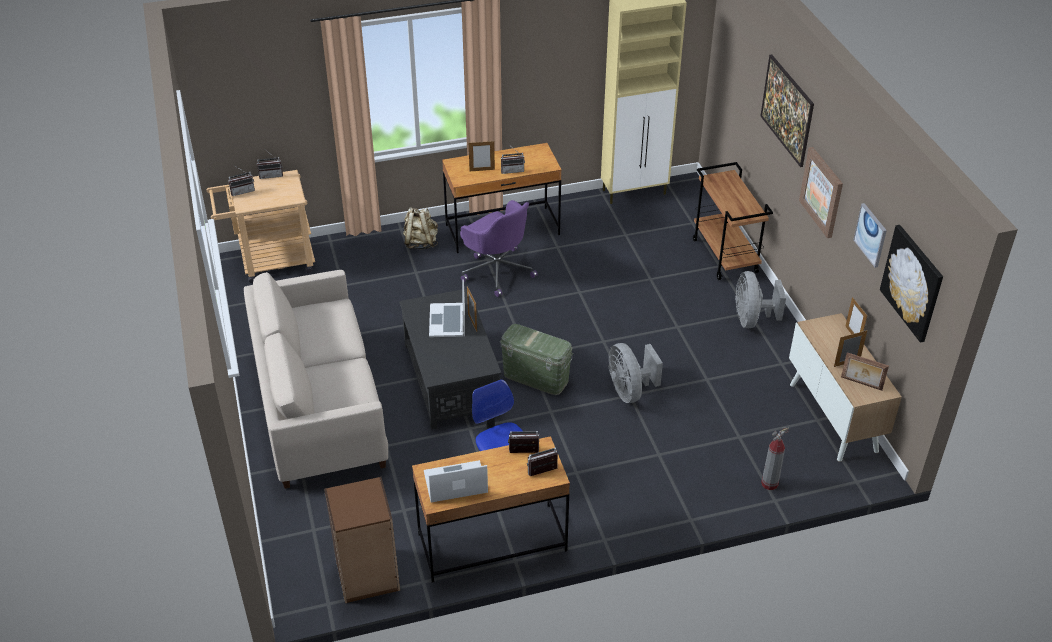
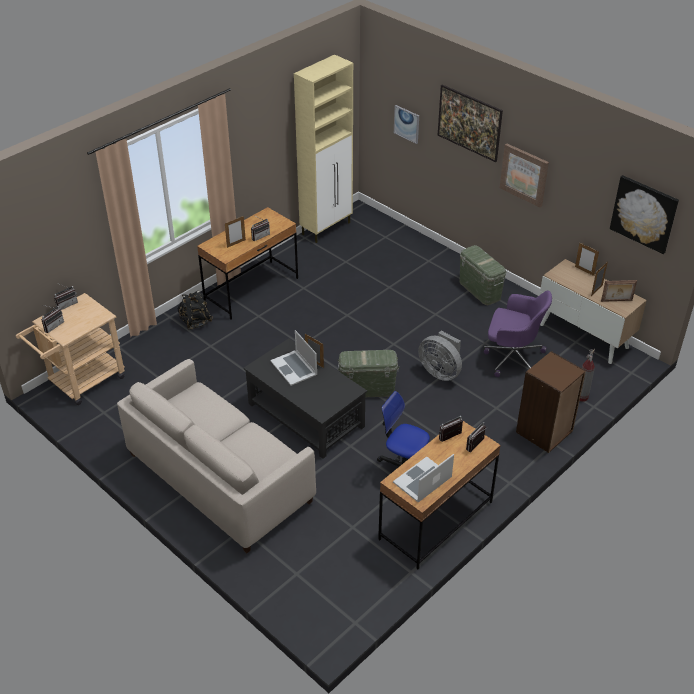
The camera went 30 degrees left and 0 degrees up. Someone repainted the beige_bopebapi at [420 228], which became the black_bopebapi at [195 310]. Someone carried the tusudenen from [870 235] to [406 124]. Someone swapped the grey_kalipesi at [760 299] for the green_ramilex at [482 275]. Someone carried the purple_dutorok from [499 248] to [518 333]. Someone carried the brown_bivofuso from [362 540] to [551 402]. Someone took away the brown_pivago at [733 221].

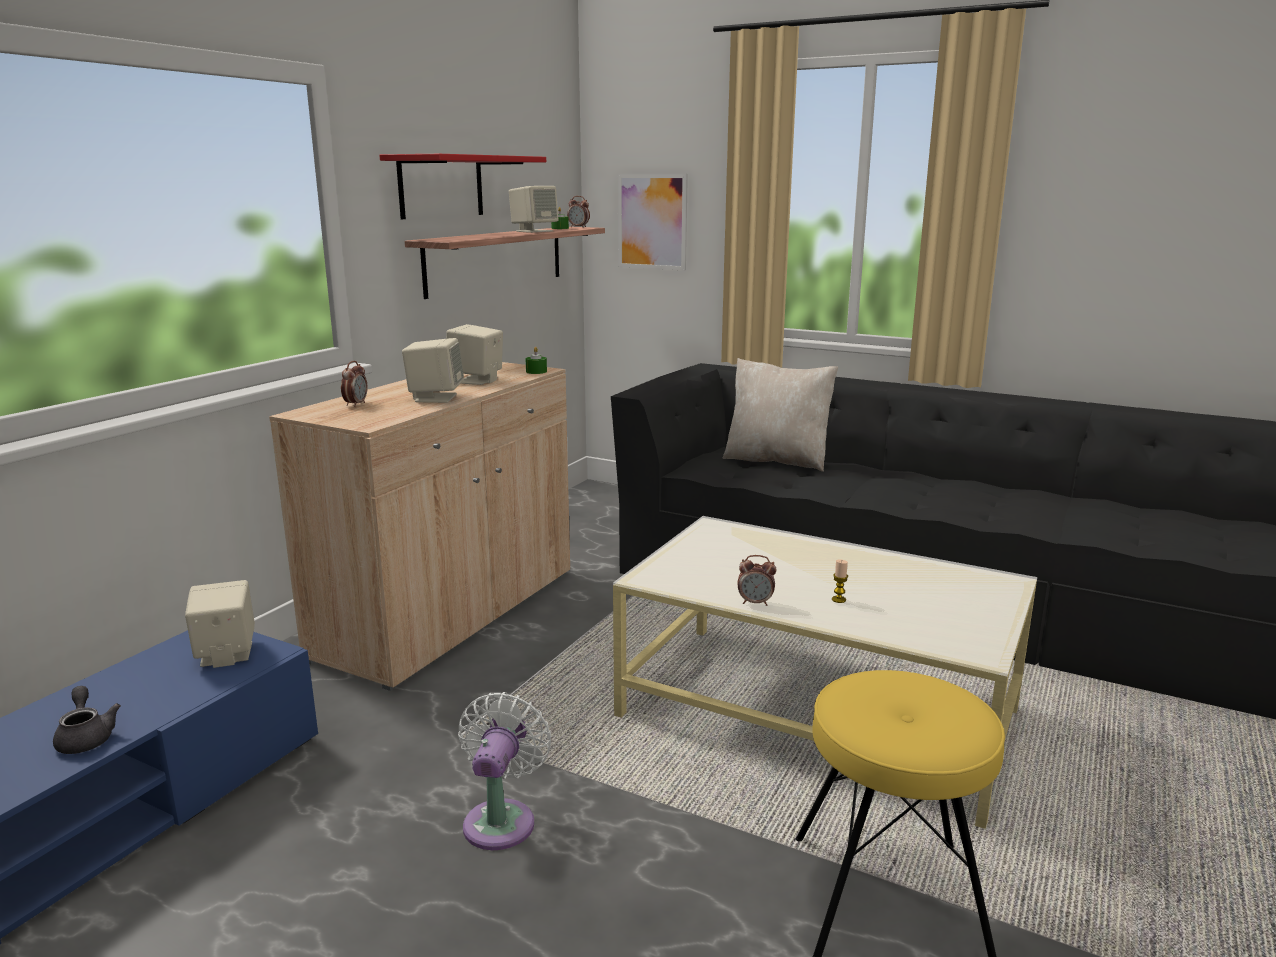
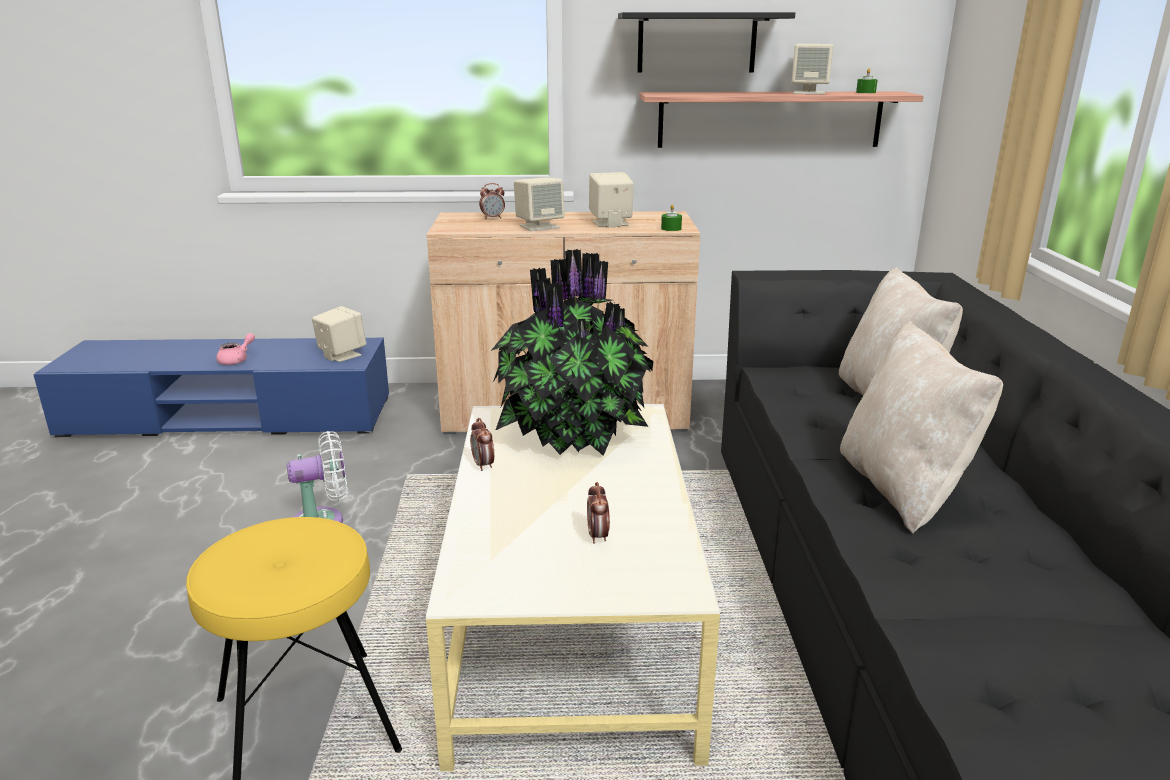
The camera went 60 degrees right and 5 degrees up. Someone repainted the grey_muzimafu at [87 720], which became the pink_muzimafu at [235 349]. Someone put down the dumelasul at [572 352]. Someone carried the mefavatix from [578 212] to [598 513]. Someone repainted the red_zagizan at [462 186], which became the black_zagizan at [706 42]. Someone put down the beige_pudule at [921 427]. Someone took away the tusudenen at [653 222]. Someone took away the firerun at [840 581].

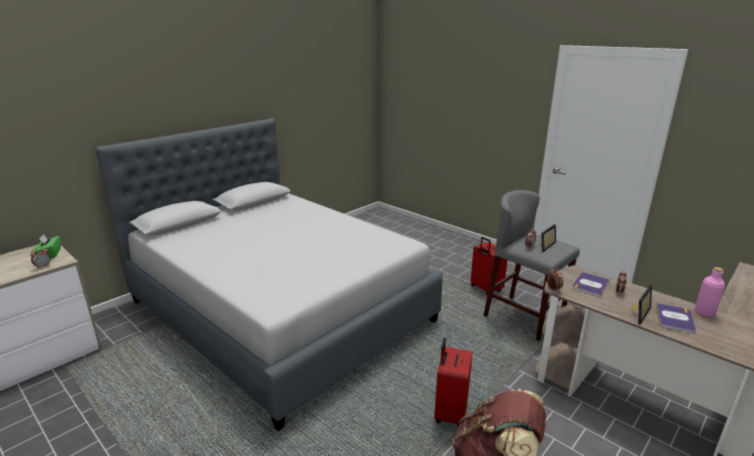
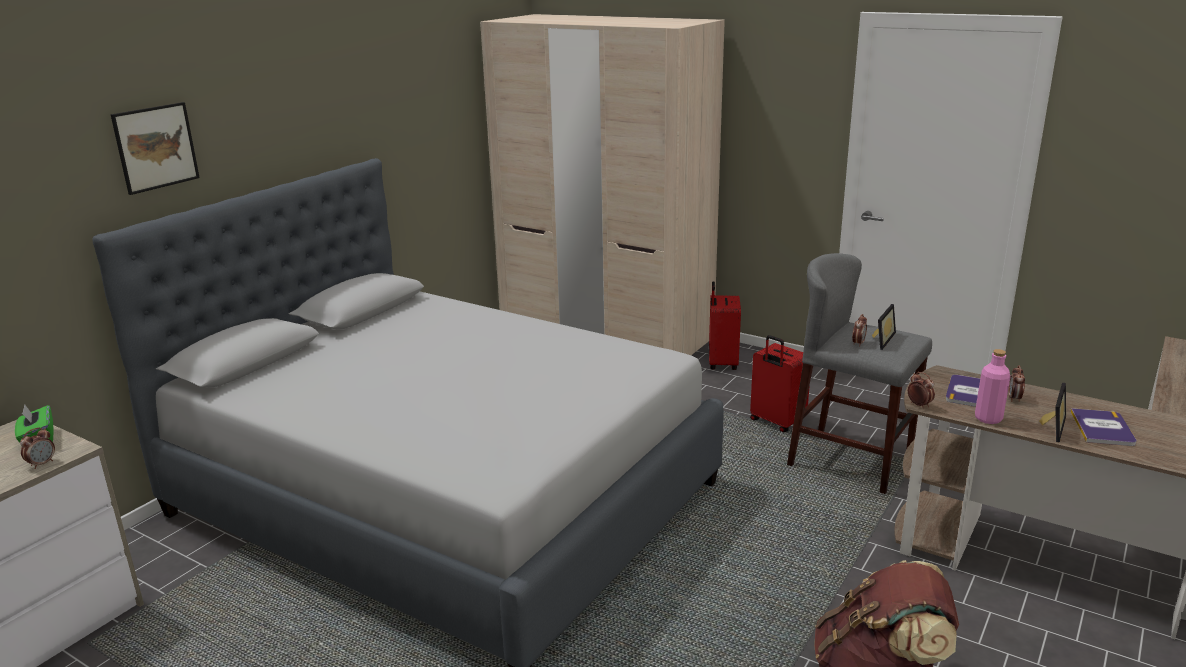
The camera went 10 degrees left and 0 degrees up. Someone put up the tusudenen at [155 148]. Someone put down the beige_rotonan at [602 184]. Someone carried the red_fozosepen from [453 382] to [725 325]. Someone carried the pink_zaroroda from [710 292] to [992 386].

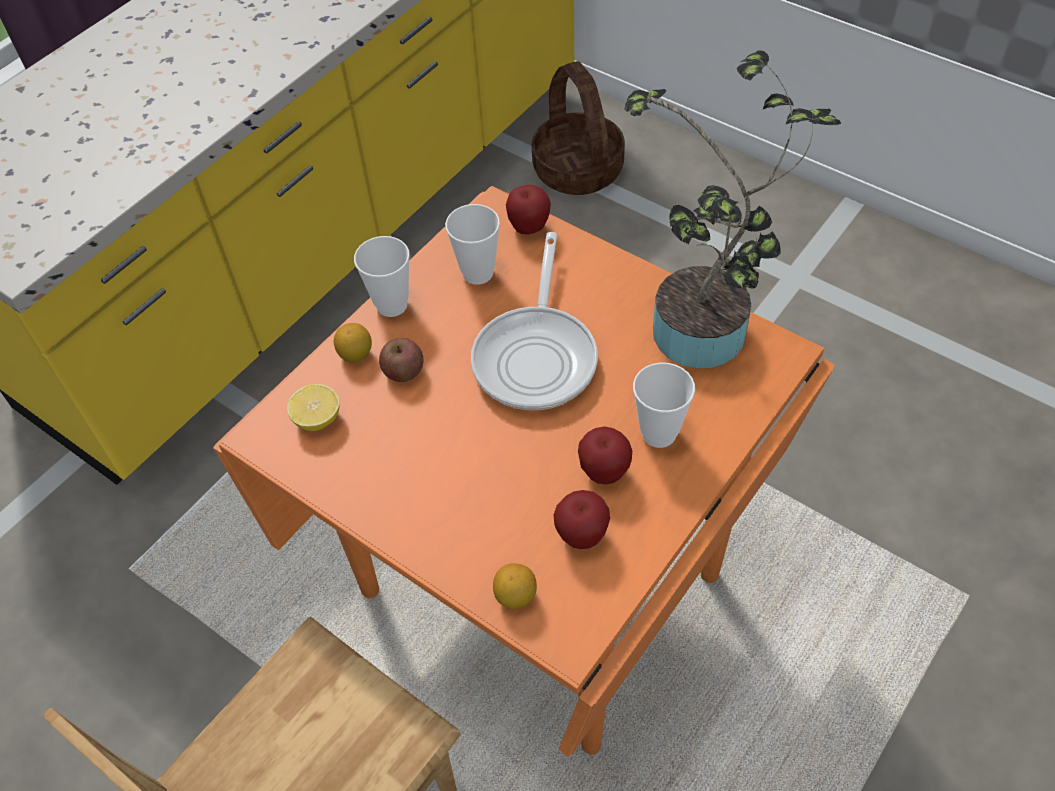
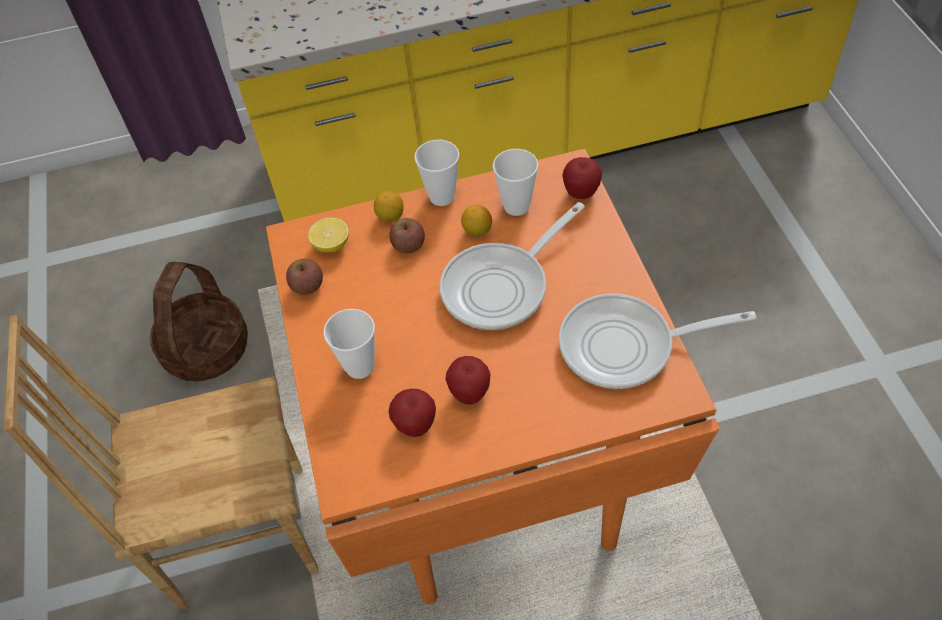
The camera went 40 degrees right and 0 degrees up. Someone carried the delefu from [578 128] to [199 322]. Someone put down the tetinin at [304 277]. Someone carried the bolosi from [664 405] to [349 344]. Someone carried the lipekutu from [515 586] to [476 221]. Someone swapped the dumelasul at [732 209] for the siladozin at [658 341].

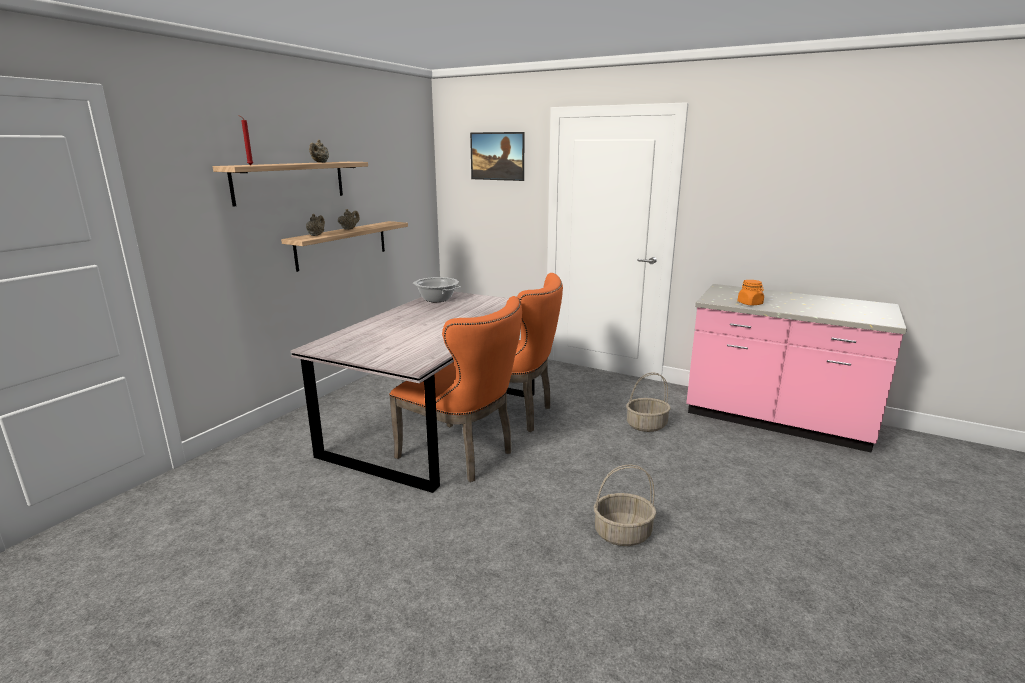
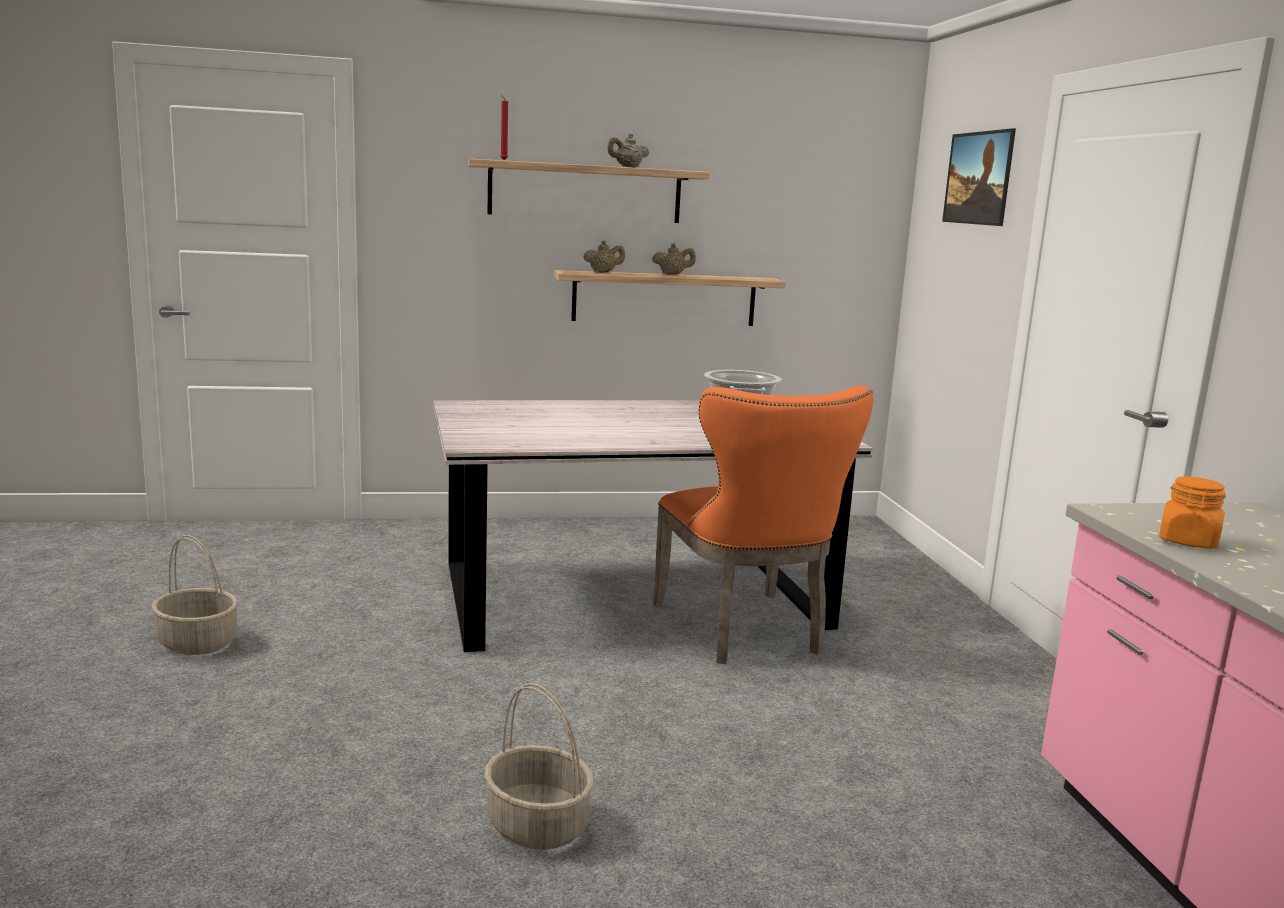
The camera went 50 degrees right and 5 degrees down. Someone carried the delefu from [648 402] to [195 595]. Someone took away the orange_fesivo at [455 389].

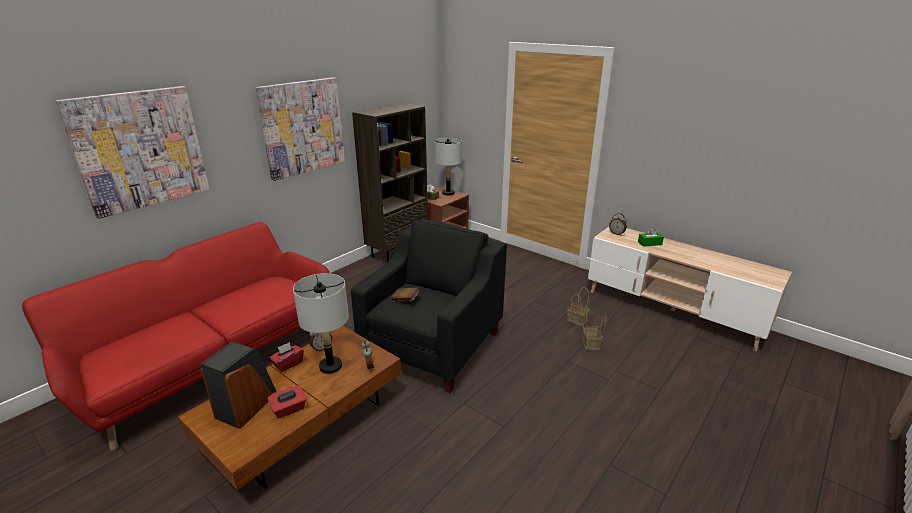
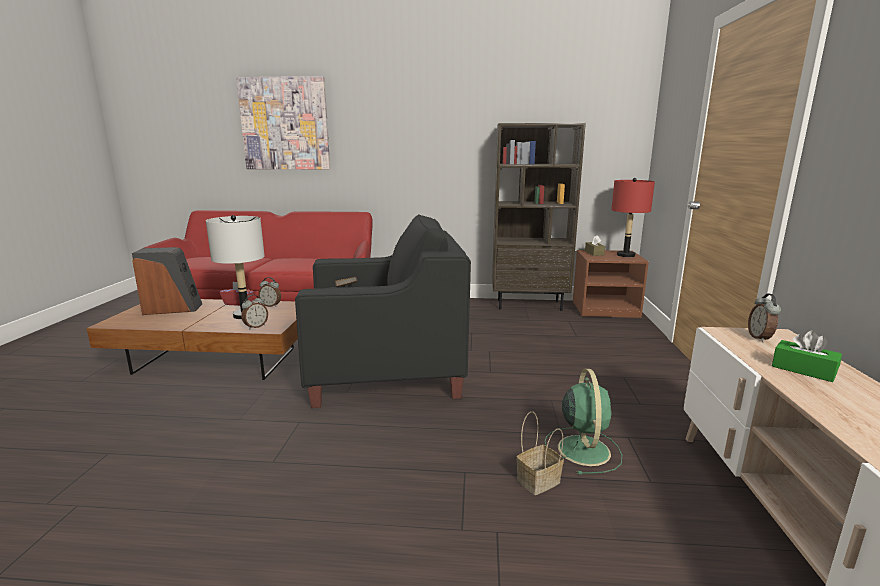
The camera went 55 degrees right and 10 degrees down. Someone swapped the delefu at [578 306] for the green_kalipesi at [583 422]. Someone repainted the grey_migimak at [448 166], which became the red_migimak at [633 217]. Someone took away the tusudenen at [300 129]. Someone took away the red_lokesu at [287 401].

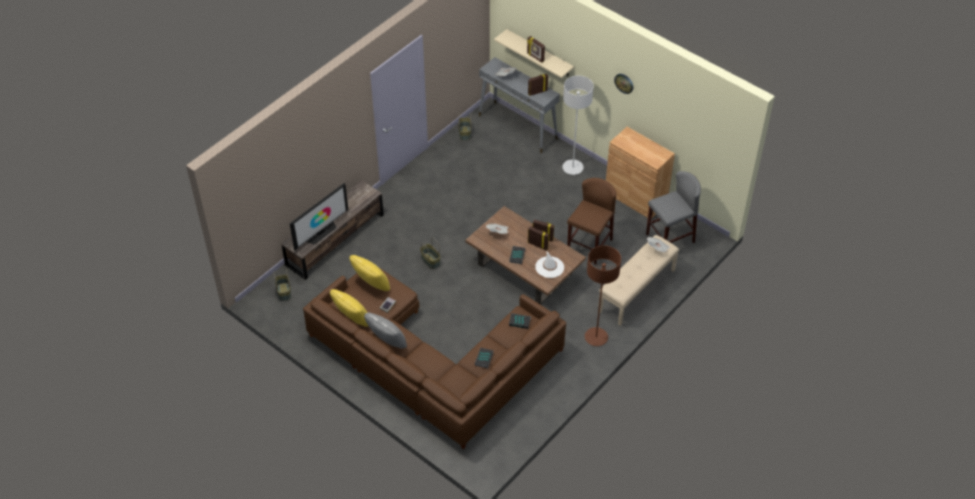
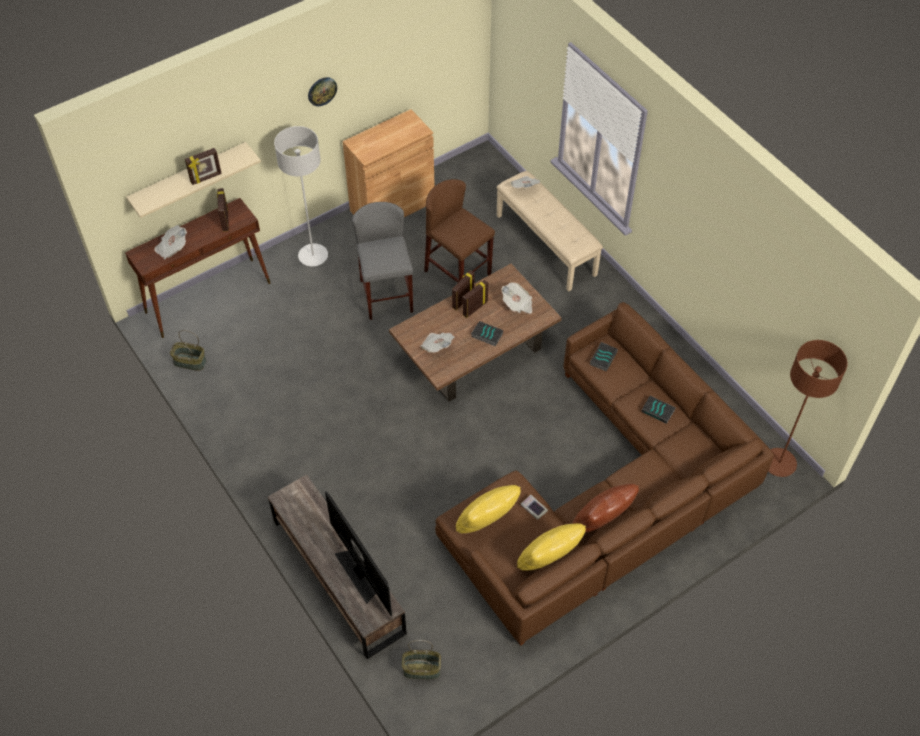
The camera went 75 degrees left and 5 degrees up. Someone repainted the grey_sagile at [519 105], which became the brown_sagile at [198 268]. Someone carried the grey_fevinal from [673 207] to [382 261]. Someone swapped the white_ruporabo at [549 264] for the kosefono at [516 298]. Someone repainted the grey_pudule at [385 330], which became the brown_pudule at [605 508]. Someone carried the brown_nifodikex from [603 295] to [808 408]. Someone took away the delefu at [430 253].

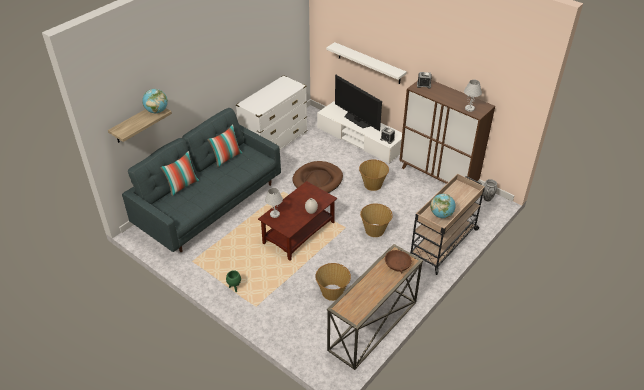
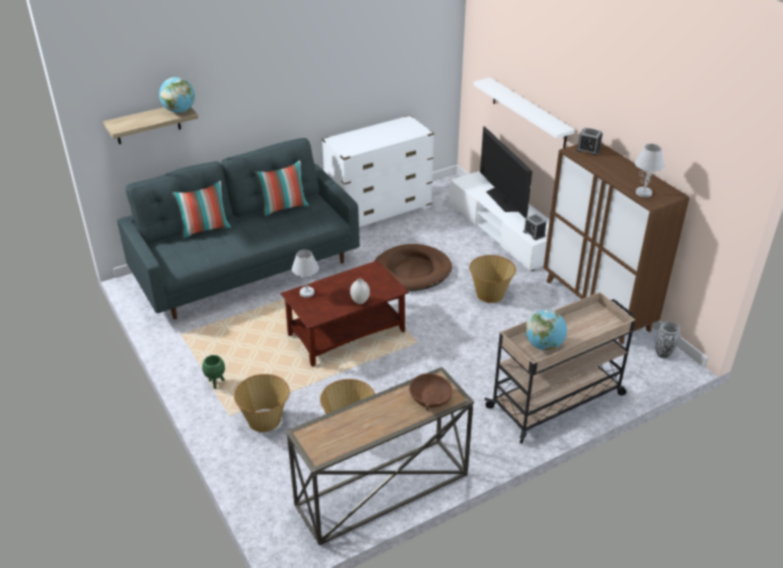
The camera went 20 degrees right and 5 degrees down. Someone carried the delefu from [376 220] to [262 403].

